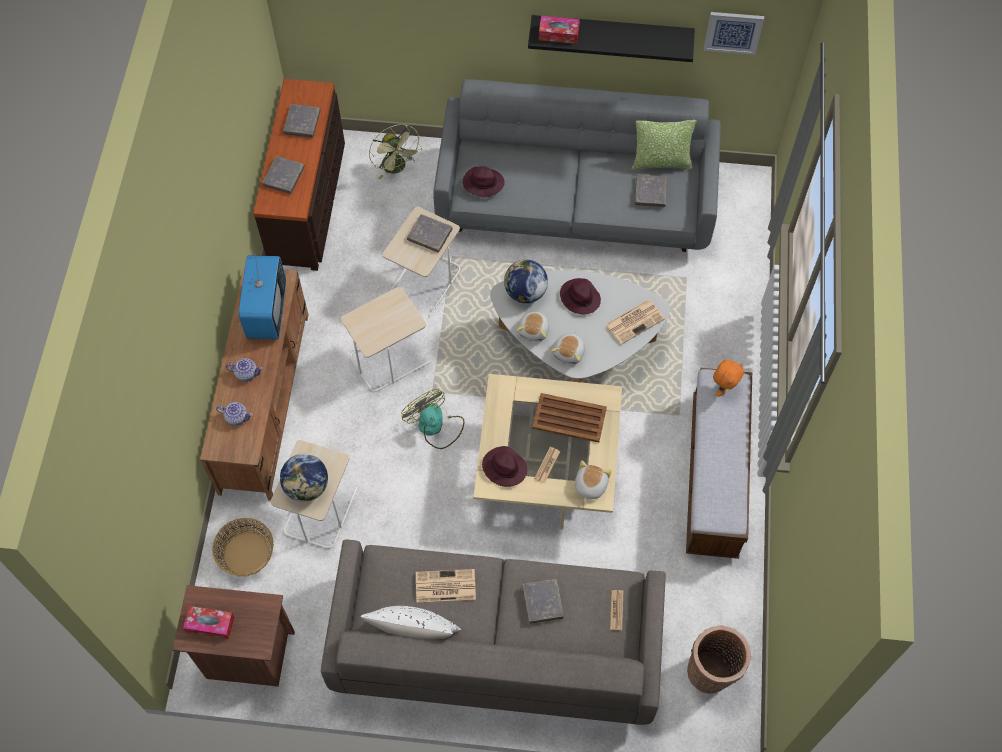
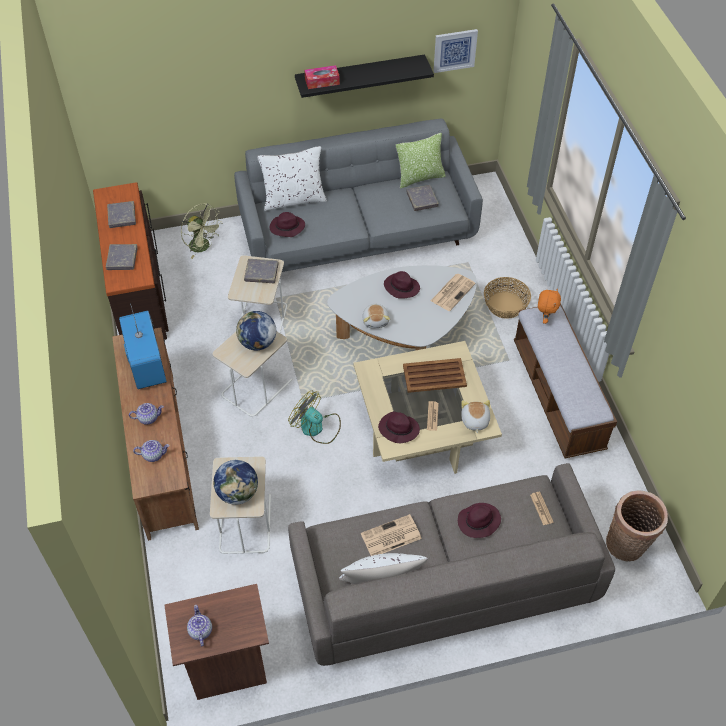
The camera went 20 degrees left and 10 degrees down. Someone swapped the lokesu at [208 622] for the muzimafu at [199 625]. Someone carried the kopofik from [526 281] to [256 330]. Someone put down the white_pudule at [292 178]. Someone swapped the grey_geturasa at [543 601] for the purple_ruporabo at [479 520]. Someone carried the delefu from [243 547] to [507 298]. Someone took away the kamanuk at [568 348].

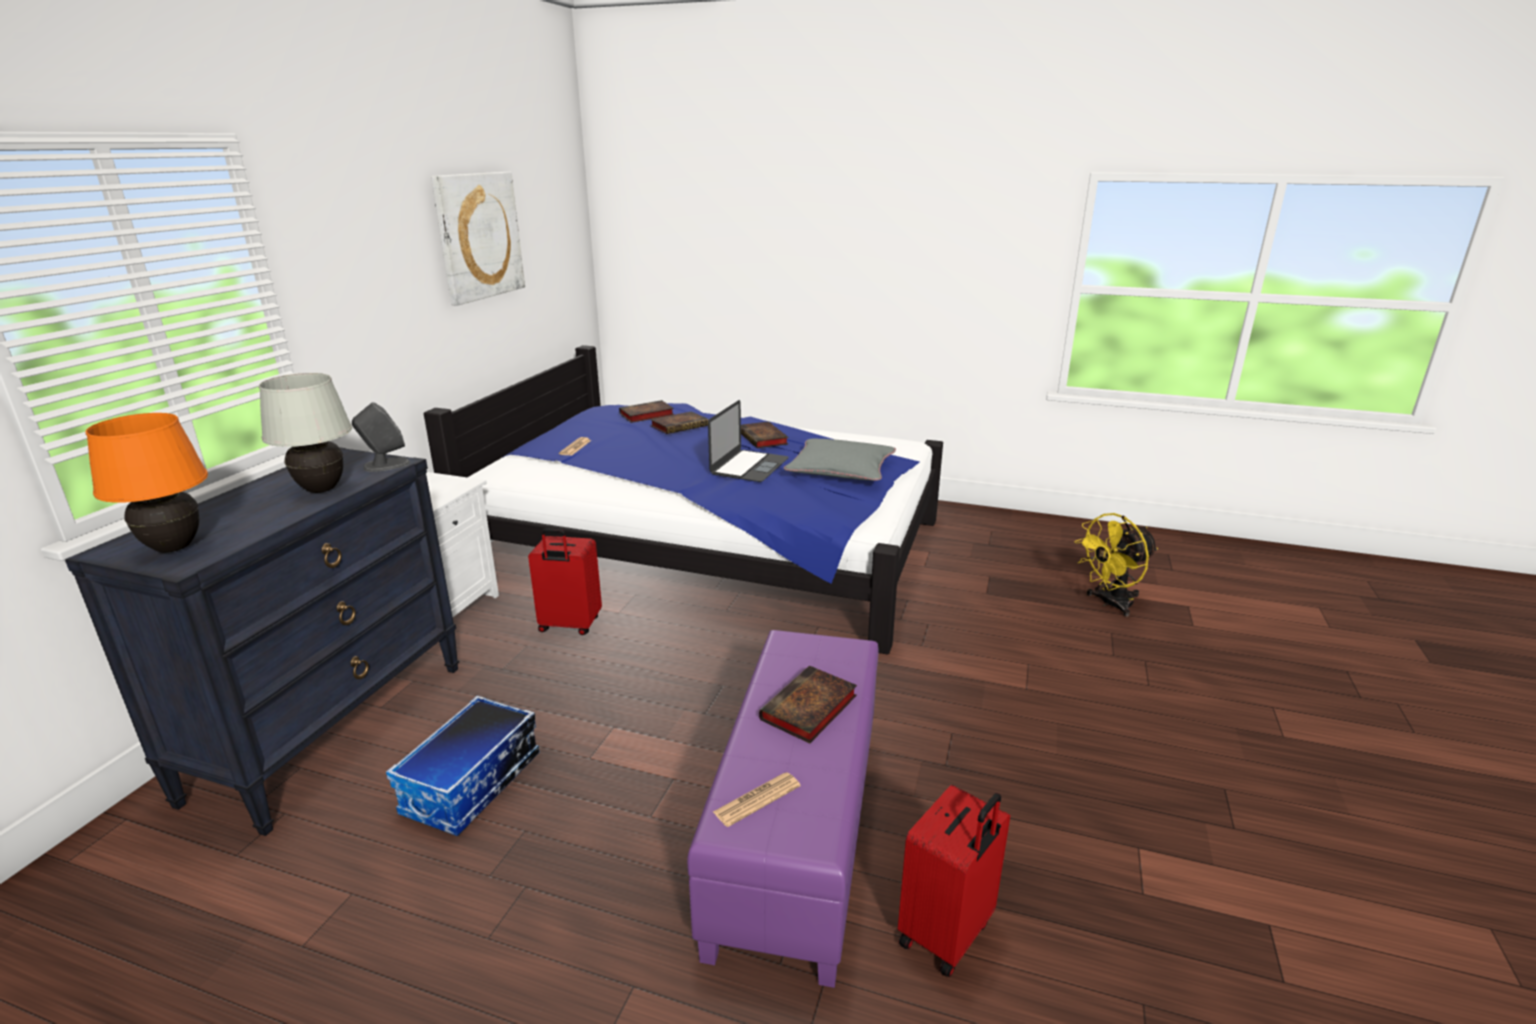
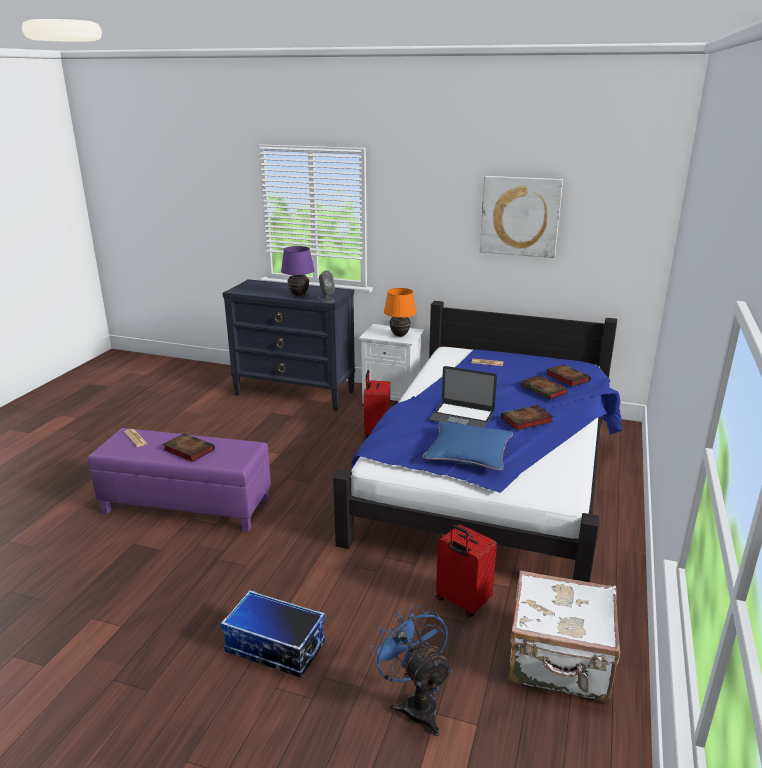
The camera went 90 degrees right and 0 degrees up. Someone carried the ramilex from [462 765] to [273 634]. Someone repainted the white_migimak at [305 433], which became the purple_migimak at [297 271]. Someone repainted the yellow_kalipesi at [1116 565], which became the blue_kalipesi at [411 670]. Someone carried the orange_migimak from [147 483] to [400 312]. Someone repainted the grey_pudule at [840 459], which became the blue_pudule at [468 446]. Someone carried the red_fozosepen from [954 881] to [466 570]. Someone put down the white_fozosepen at [564 636].

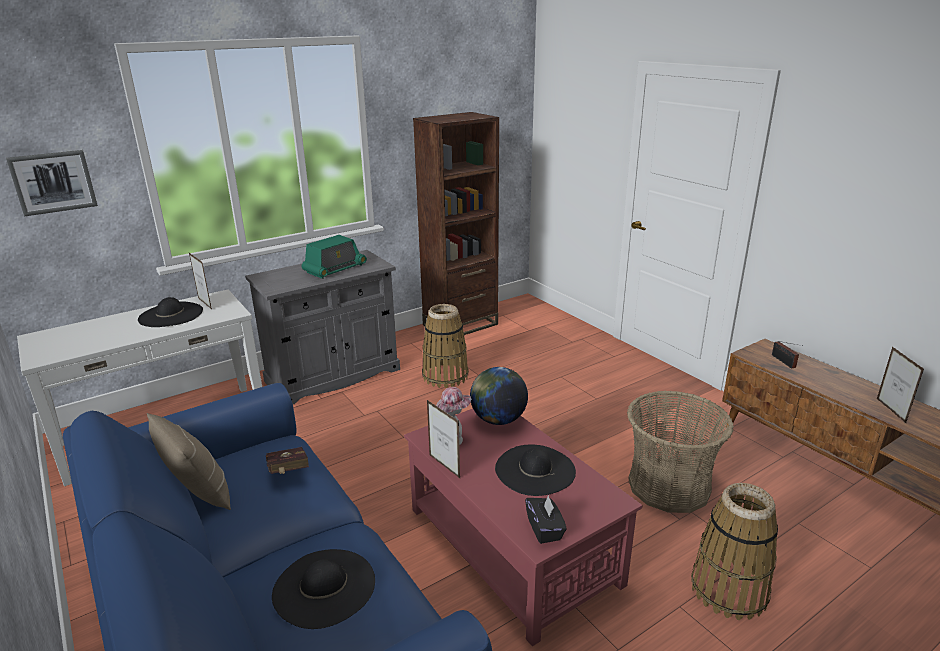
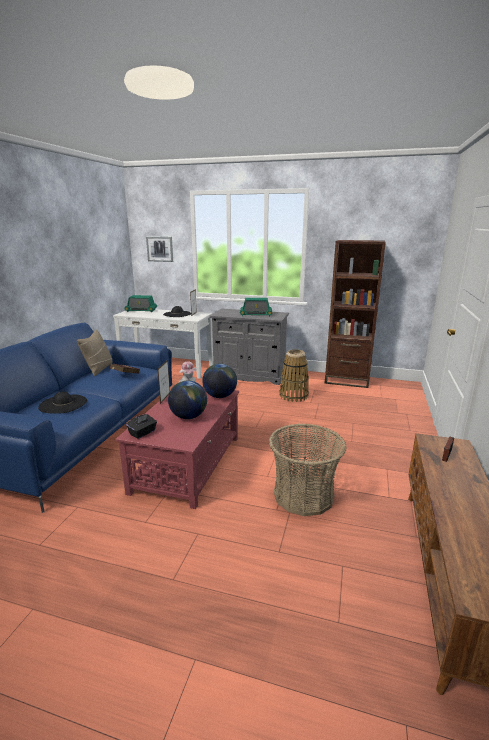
The camera went 50 degrees right and 5 degrees down. Someone put down the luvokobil at [140 303]. Someone swapped the black_ruporabo at [535 470] for the kopofik at [187 400]. Someone took away the delefu at [734 551]. Someone took away the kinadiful at [900 385].

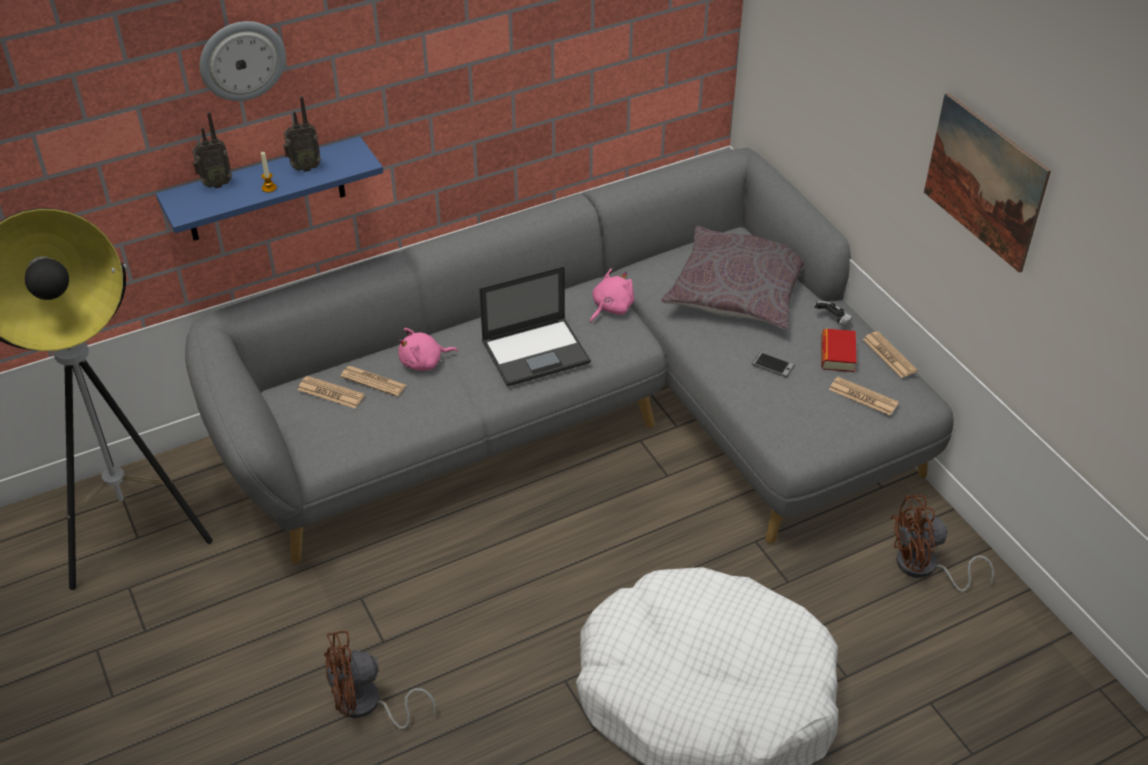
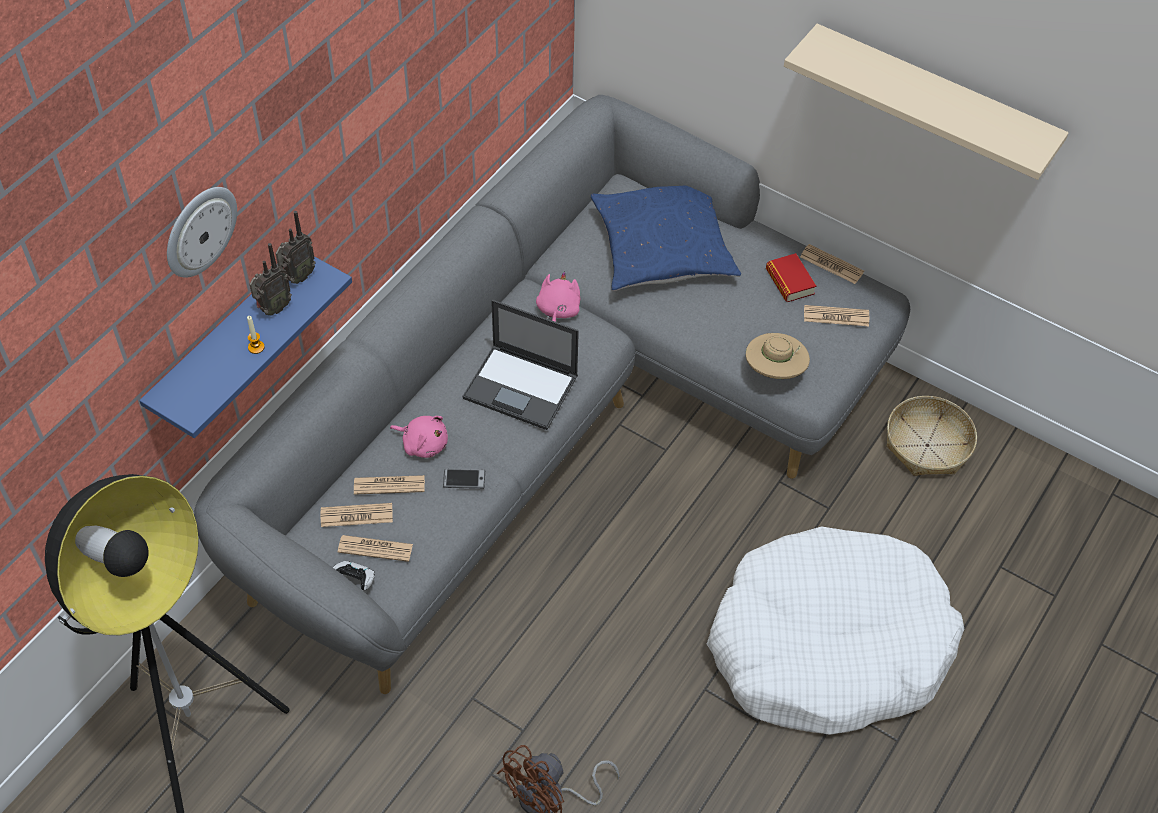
The camera went 30 degrees left and 10 degrees up. Someone carried the luvokobil from [212 150] to [296 247]. Someone carried the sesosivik from [833 312] to [354 575]. Someone put down the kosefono at [375 548]. Someone rotated the pink_kamanuk at [428 349] by 105 degrees counterclockwise. Someone carried the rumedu from [773 364] to [464 479]. Someone rotated the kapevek at [535 326] by 75 degrees clockwise. Someone repainted the grey_pudule at [732 278], which became the blue_pudule at [666 238]. Someone put down the beige_ruporabo at [778 356]. Someone swapped the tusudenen at [987 183] for the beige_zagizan at [926 102]. Someone swapped the brown_kalipesi at [942 543] for the delefu at [932 436].

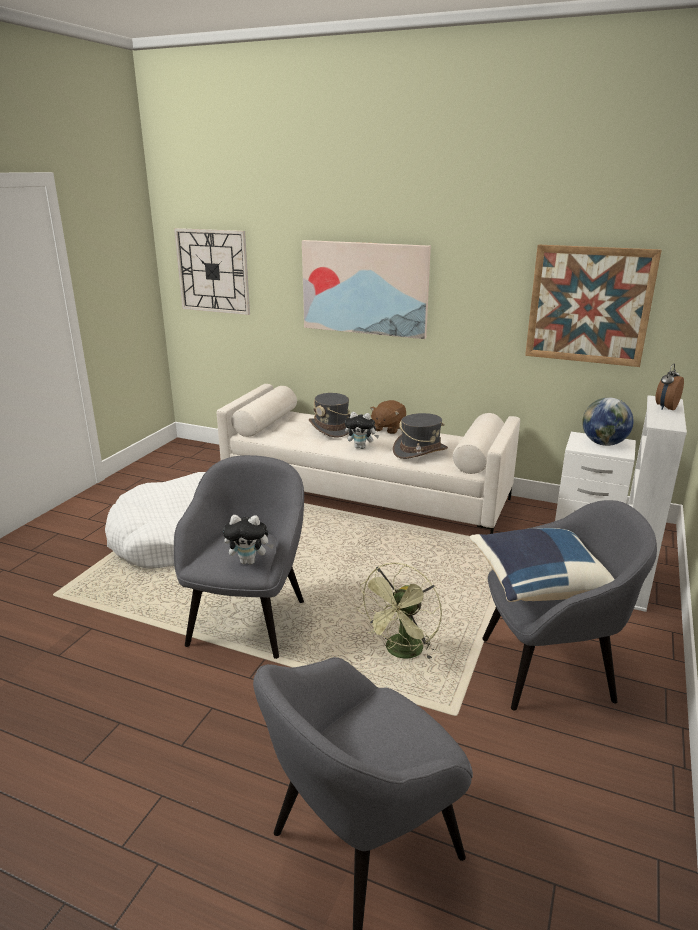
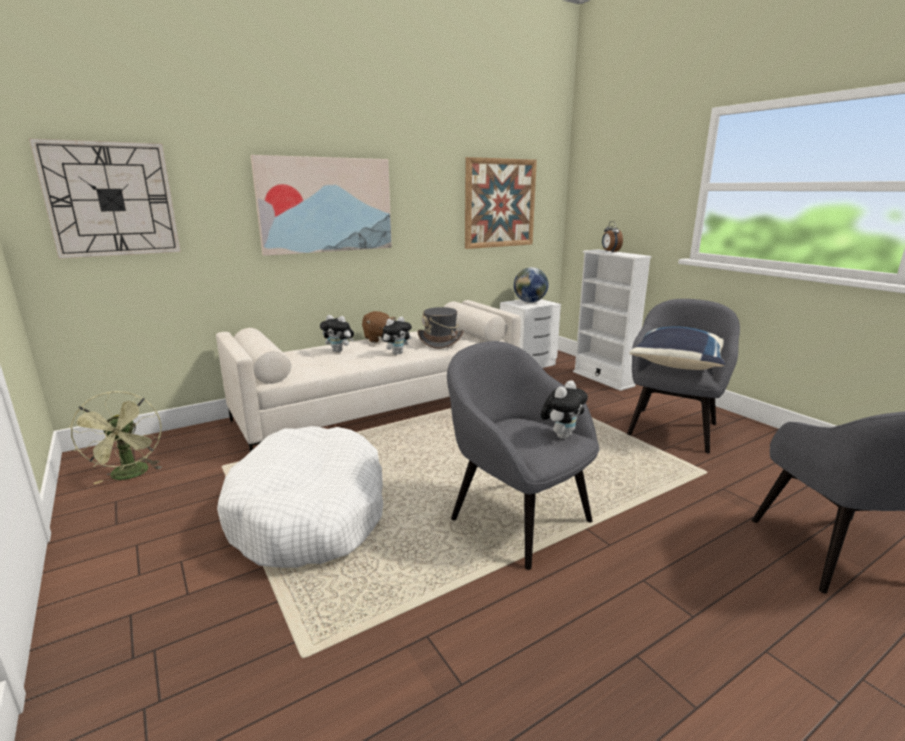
The camera went 55 degrees left and 5 degrees down. Someone carried the green_kalipesi from [399 611] to [115 437]. Someone swapped the grey_ruporabo at [330 415] for the kamanuk at [337 333].

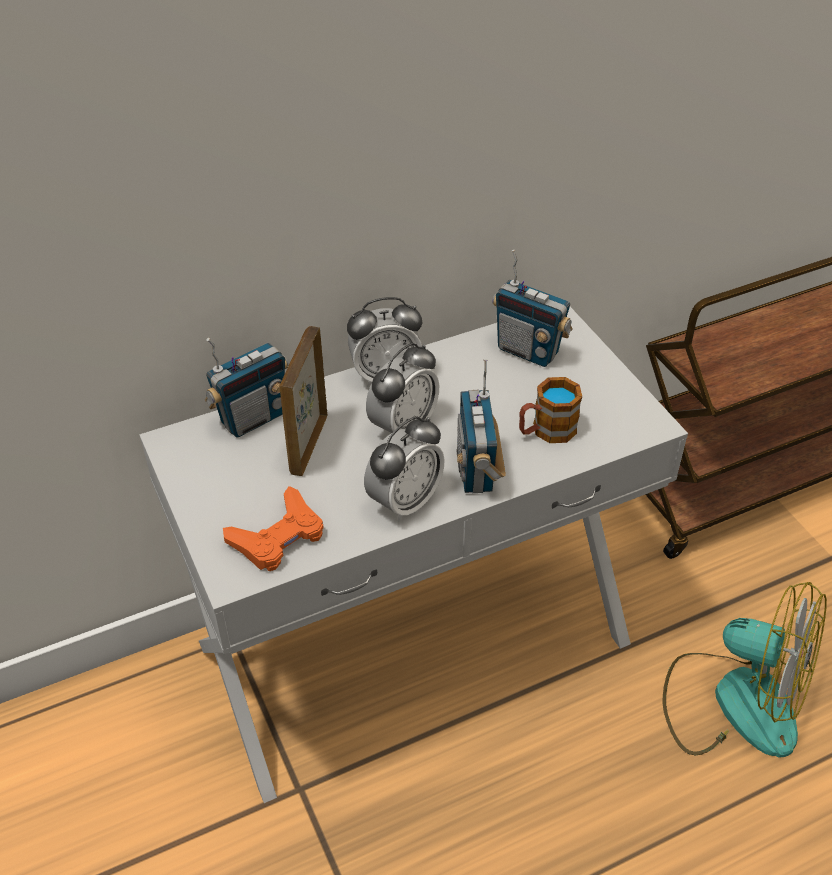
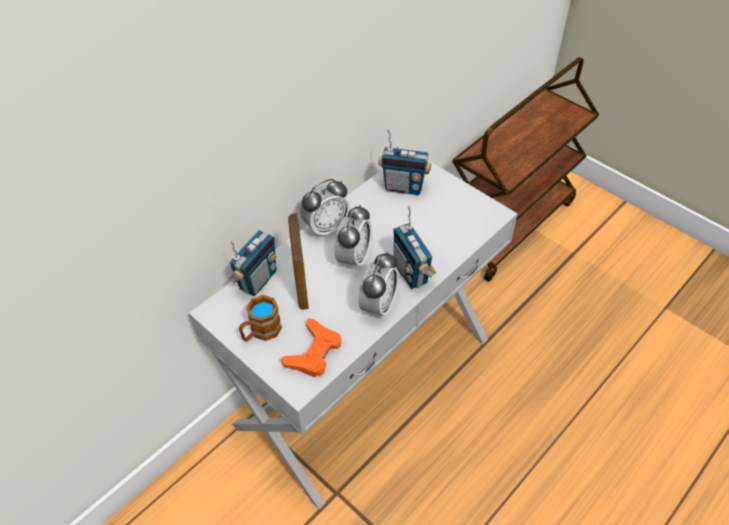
The camera went 20 degrees left and 5 degrees up. Someone carried the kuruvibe from [550 410] to [260 318]. Someone took away the kalipesi at [745 670].

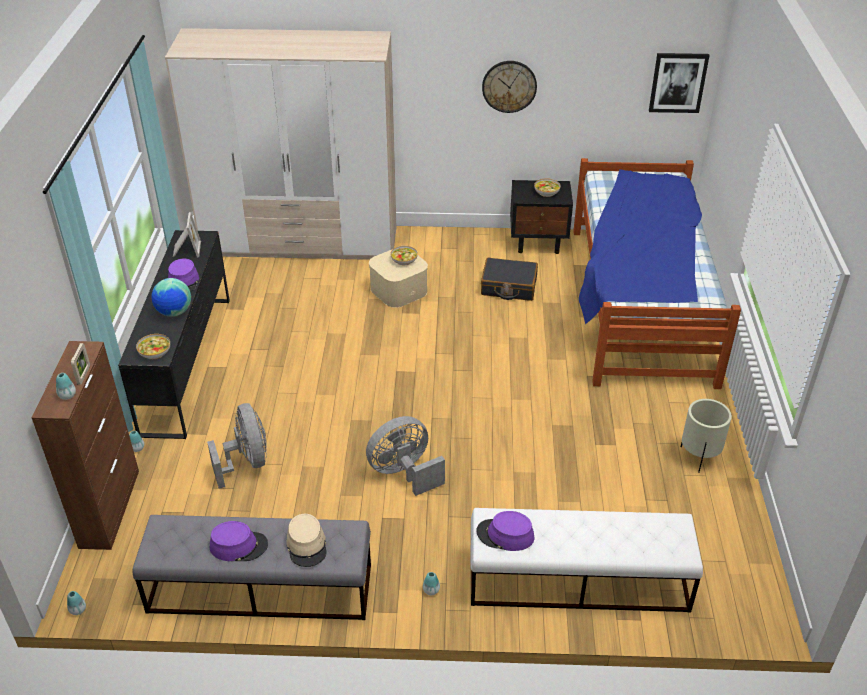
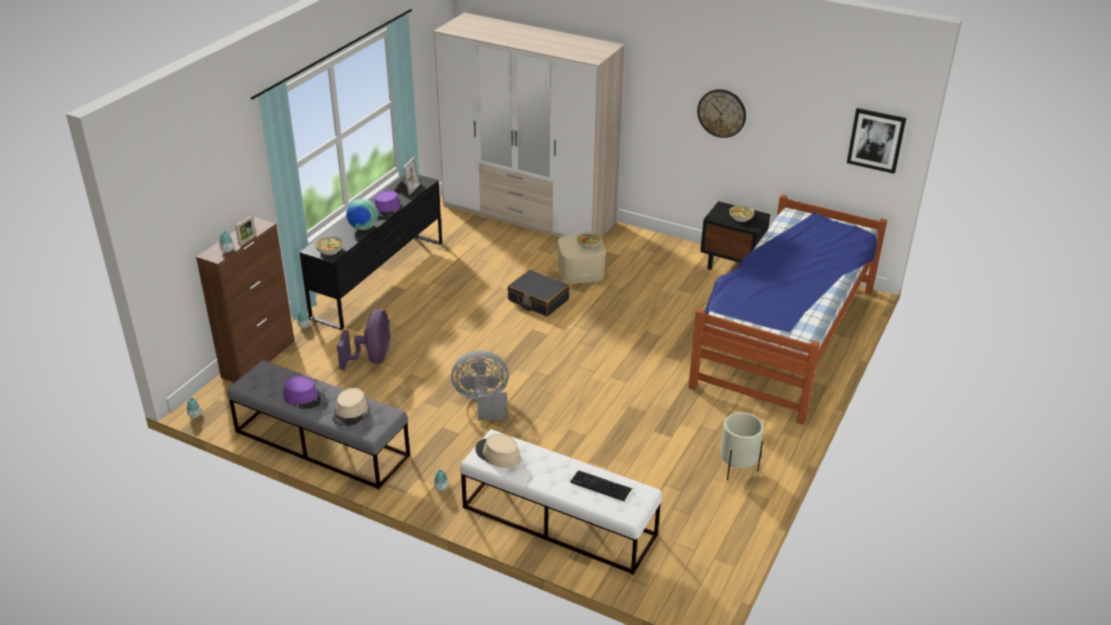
The camera went 25 degrees right and 5 degrees down. Someone repainted the grey_kalipesi at [237 445], which became the purple_kalipesi at [364 339]. Someone repainted the purple_ruporabo at [505 531], which became the beige_ruporabo at [498 450]. Someone carried the black_fozosepen from [509 279] to [538 293]. Someone put down the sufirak at [601 485].

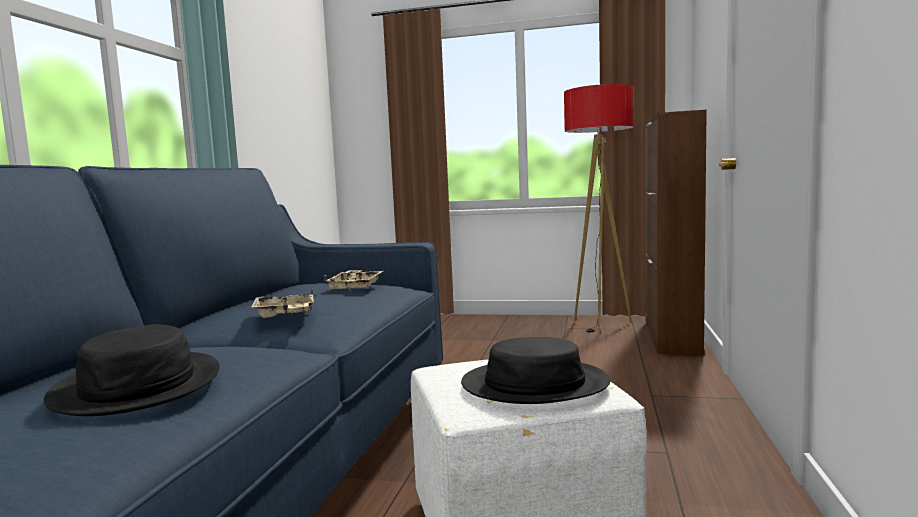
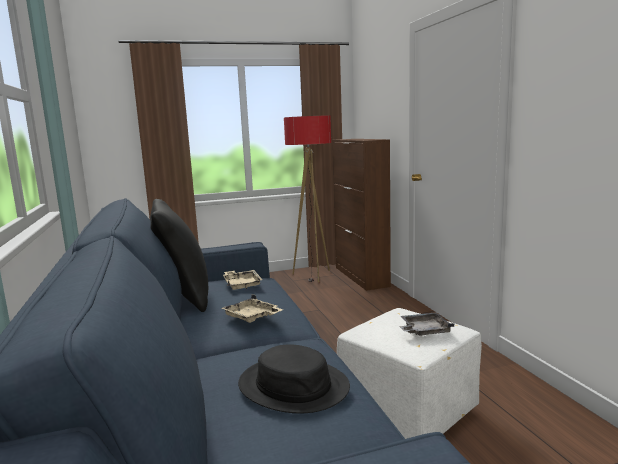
The camera went 30 degrees left and 5 degrees up. Someone put down the black_pudule at [179 255]. Someone swapped the black_ruporabo at [535 370] for the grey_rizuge at [426 324].

